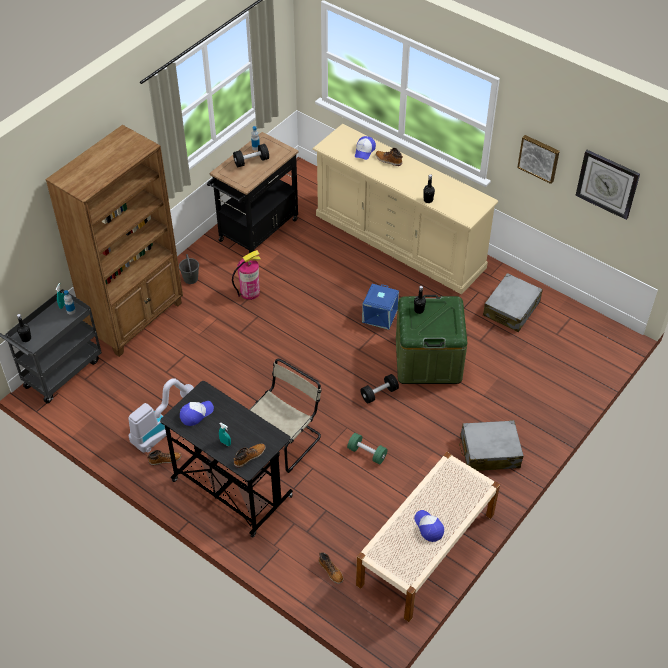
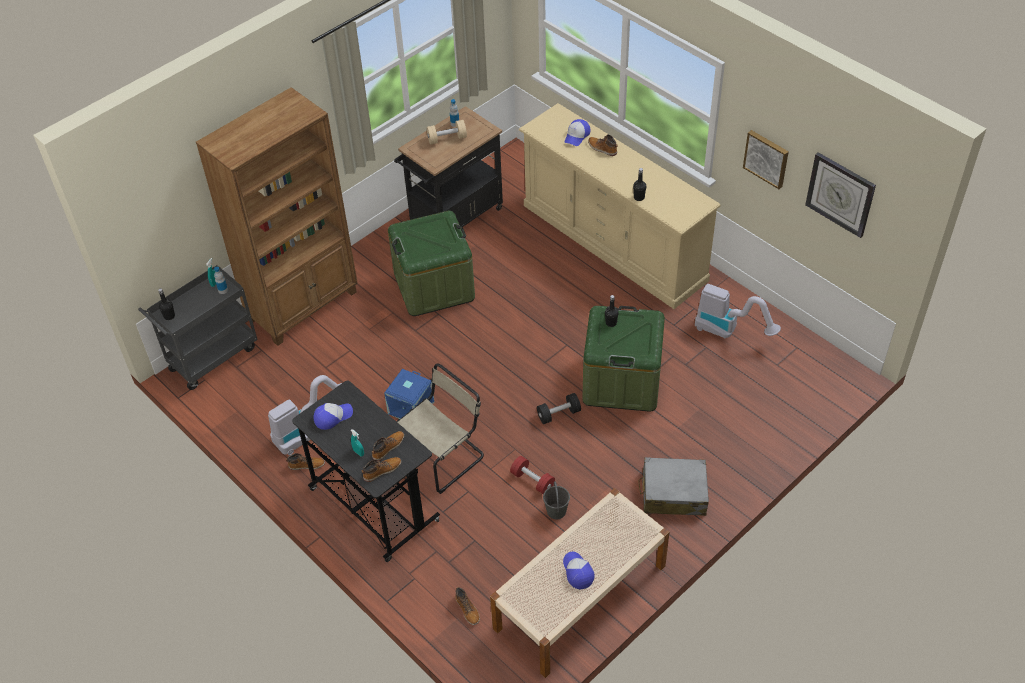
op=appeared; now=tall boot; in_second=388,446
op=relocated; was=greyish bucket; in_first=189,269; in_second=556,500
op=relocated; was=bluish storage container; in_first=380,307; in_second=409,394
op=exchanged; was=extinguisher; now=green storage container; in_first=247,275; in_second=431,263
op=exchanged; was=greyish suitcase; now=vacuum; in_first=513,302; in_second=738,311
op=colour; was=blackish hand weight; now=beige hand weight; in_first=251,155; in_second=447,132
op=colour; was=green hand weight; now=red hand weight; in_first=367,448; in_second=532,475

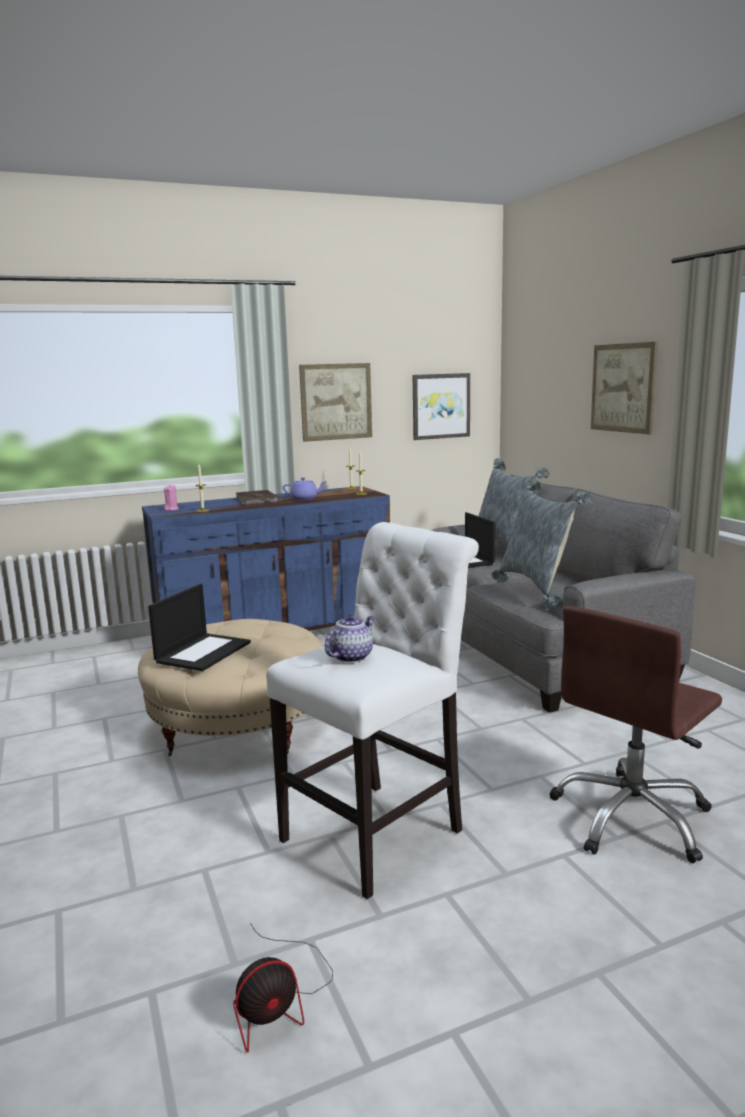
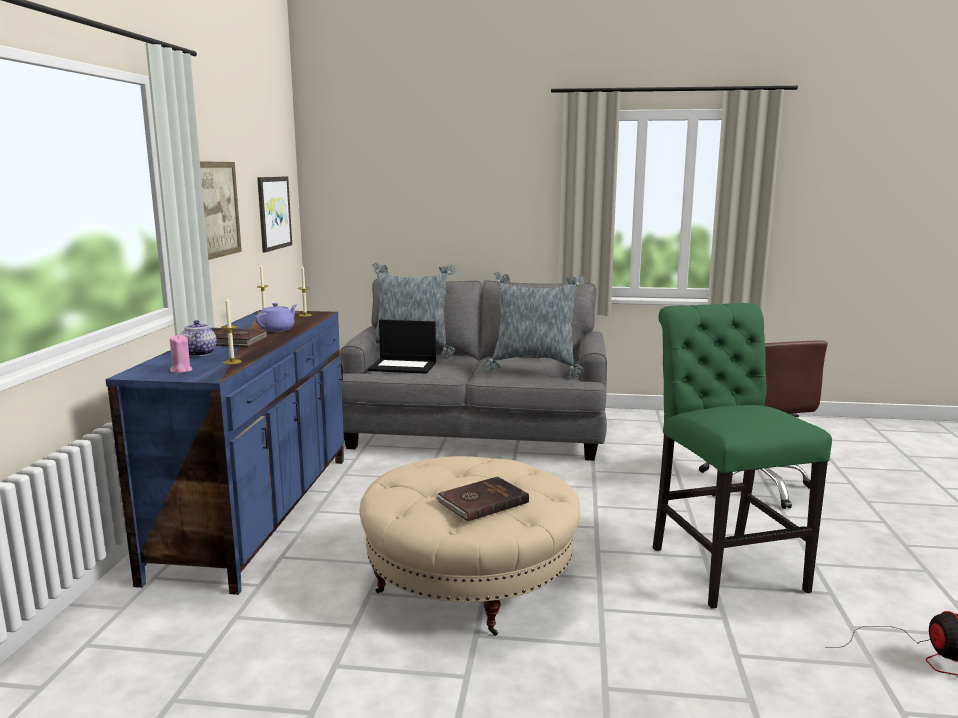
op=missing; was=picture; in_first=624,388
op=relocated; was=tea pot; in_first=349,639; in_second=198,338
op=exchanged; was=portable computer; now=brown-coloured volume; in_first=199,627; in_second=482,498
op=colour; was=white stool; now=green stool; in_first=372,710; in_second=742,456

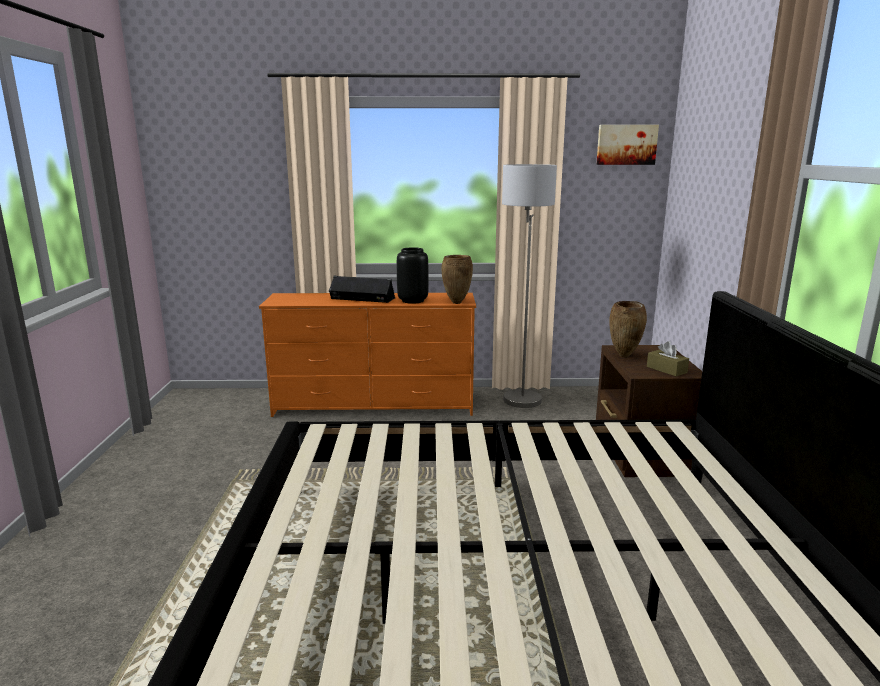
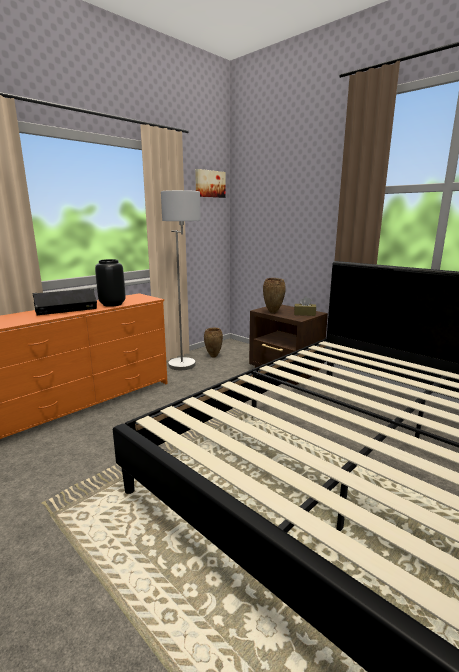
op=relocated; was=brown-coloured decorative vase; in_first=457,279; in_second=213,343

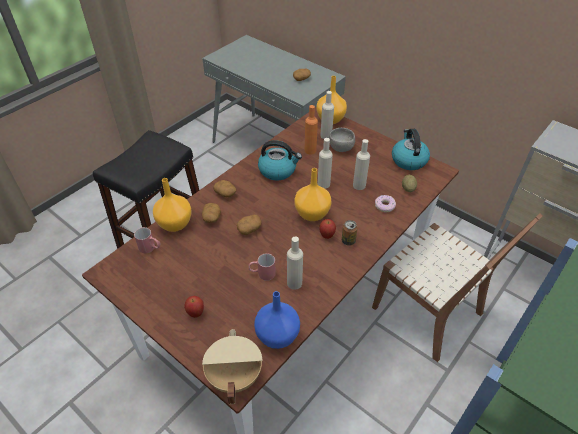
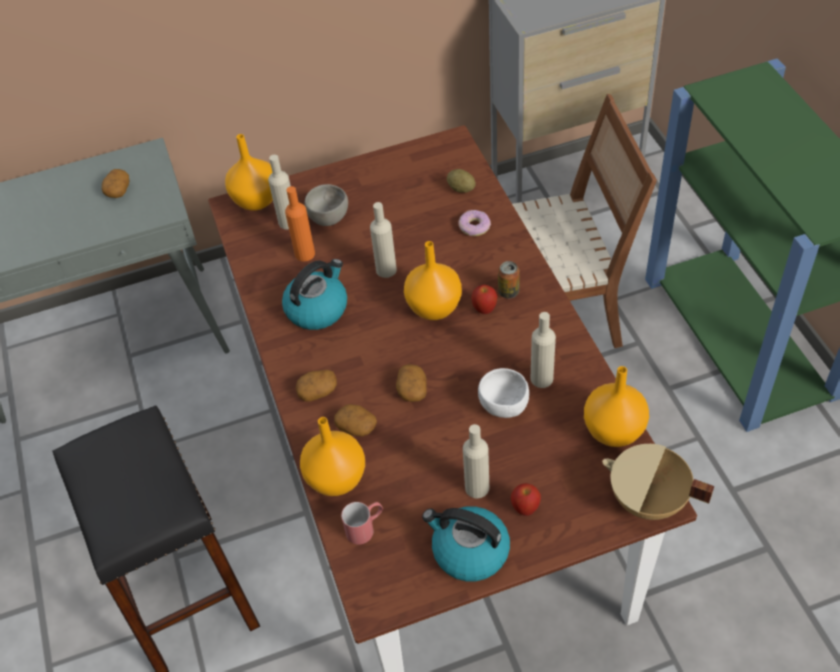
op=relocated; was=beige beverage bottle; in_first=361,164; in_second=476,461
op=relocated; was=kettle; in_first=411,149; in_second=466,543
op=exchanged; was=red tea mug; now=white bowl; in_first=262,267; in_second=503,393
op=colour; was=bluish decorative vase; now=orangey decorative vase; in_first=277,320; in_second=616,406

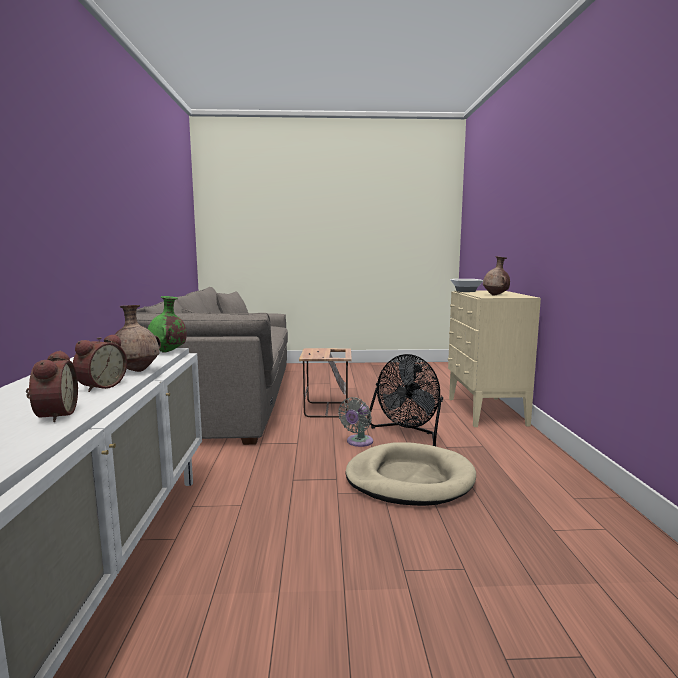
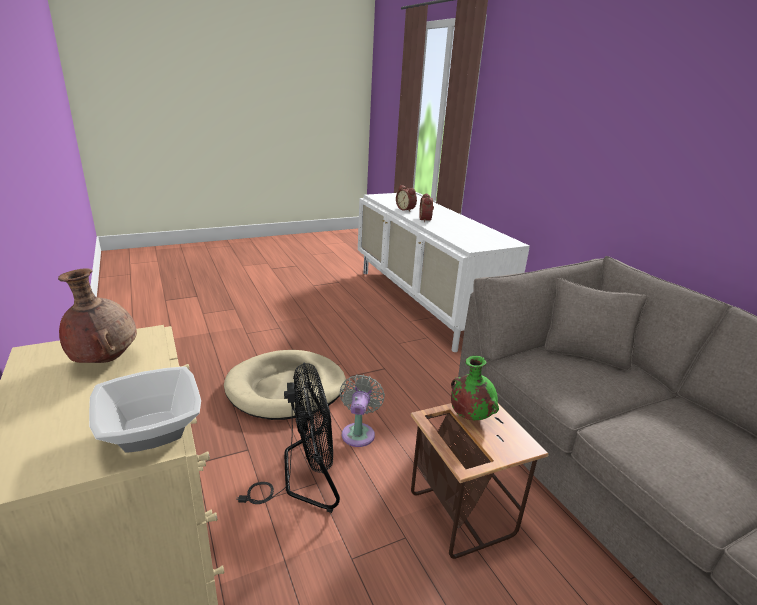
op=missing; was=brown-coloured decorative vase; in_first=138,338
op=relocated; was=green decorative vase; in_first=167,324; in_second=475,388
op=spun; was=blackish cooling fan; in_first=405,400; in_second=288,437; clockwise=60

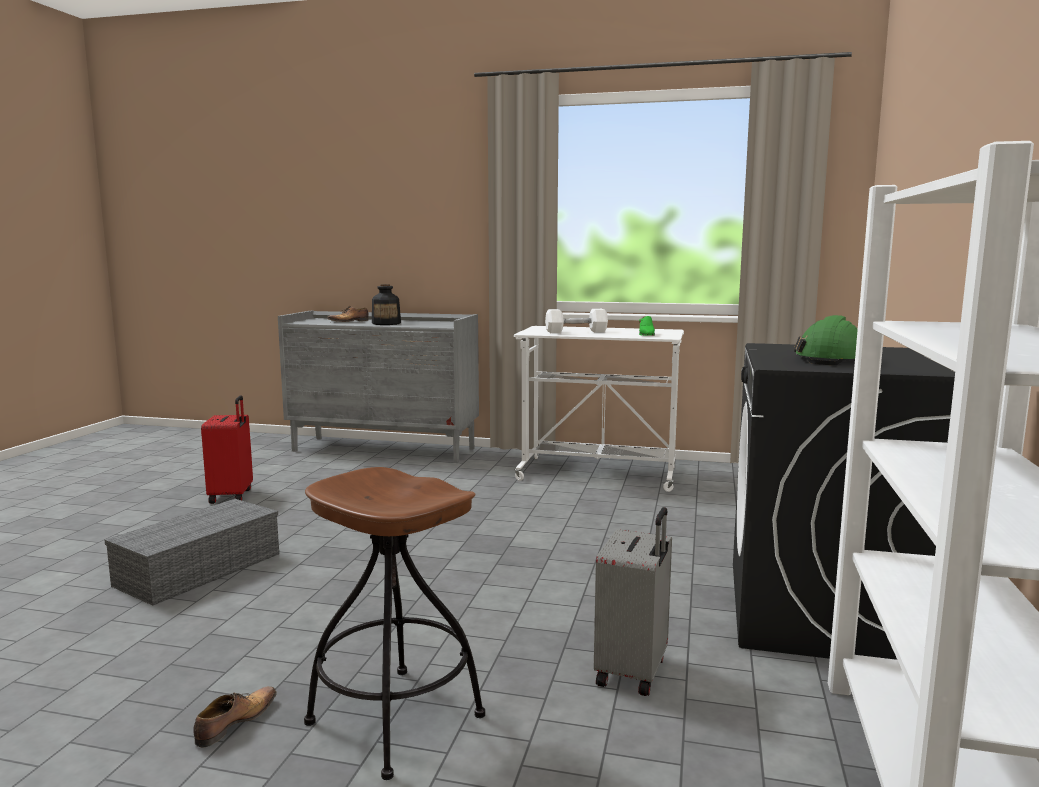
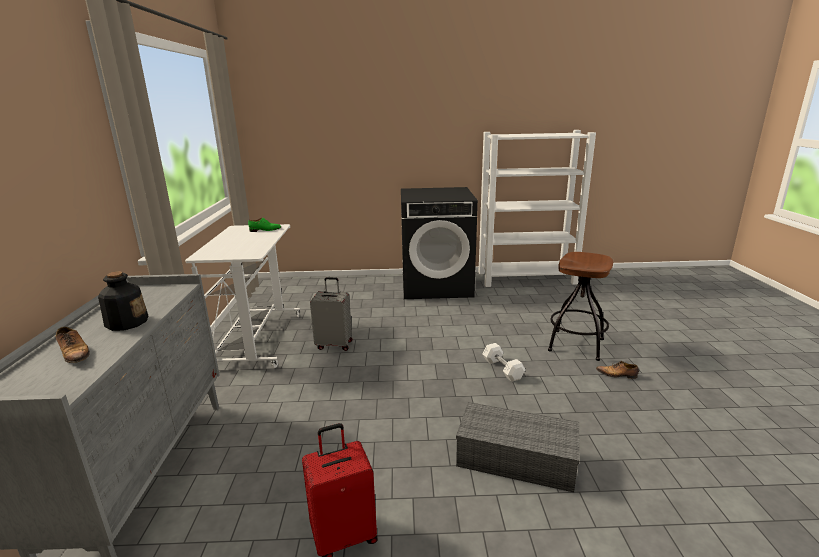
op=missing; was=green hard hat; in_first=826,340
op=relocated; was=white hand weight; in_first=576,321; in_second=504,362
op=relocated; was=greyish suitcase; in_first=633,601; in_second=331,314

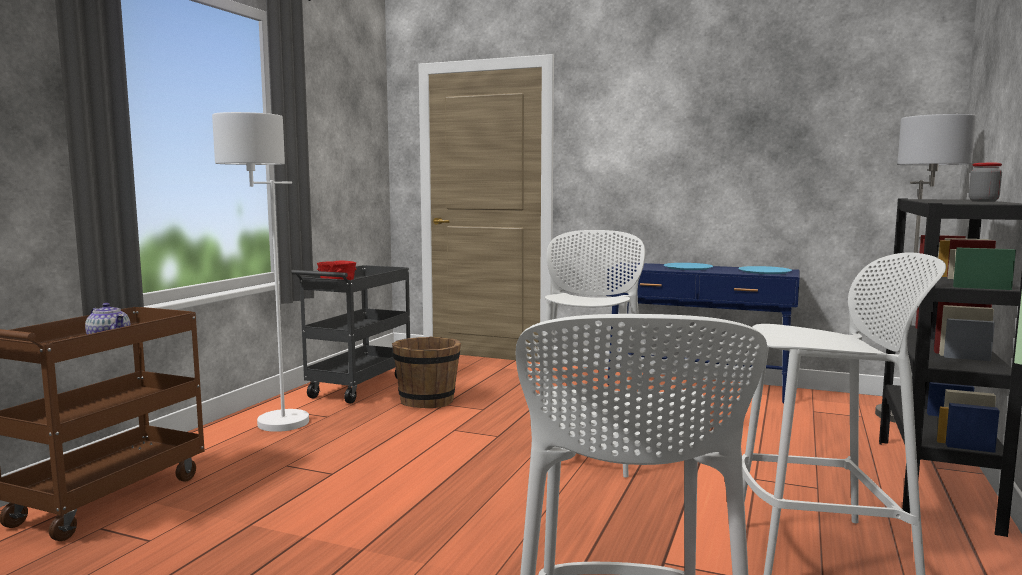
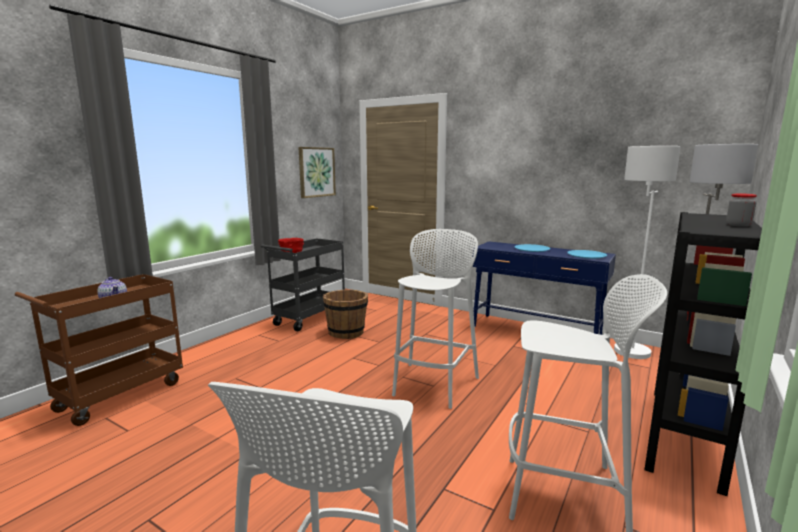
op=appeared; now=picture; in_second=317,172
op=relocated; was=white standard lamp; in_first=260,272; in_second=647,252

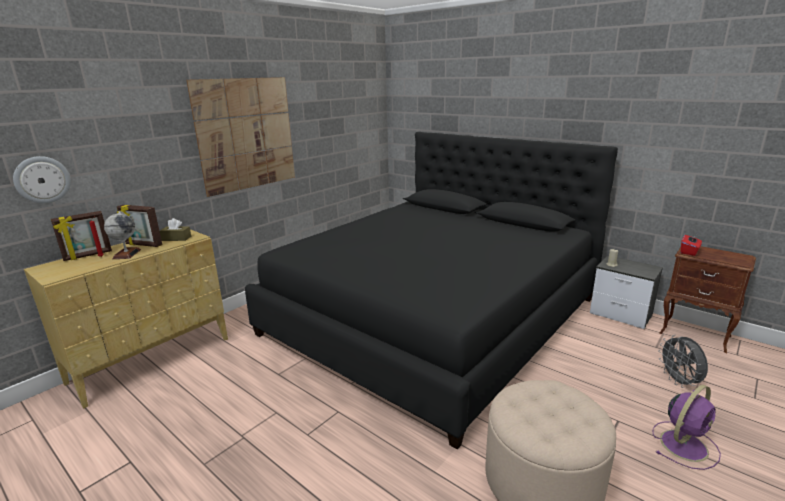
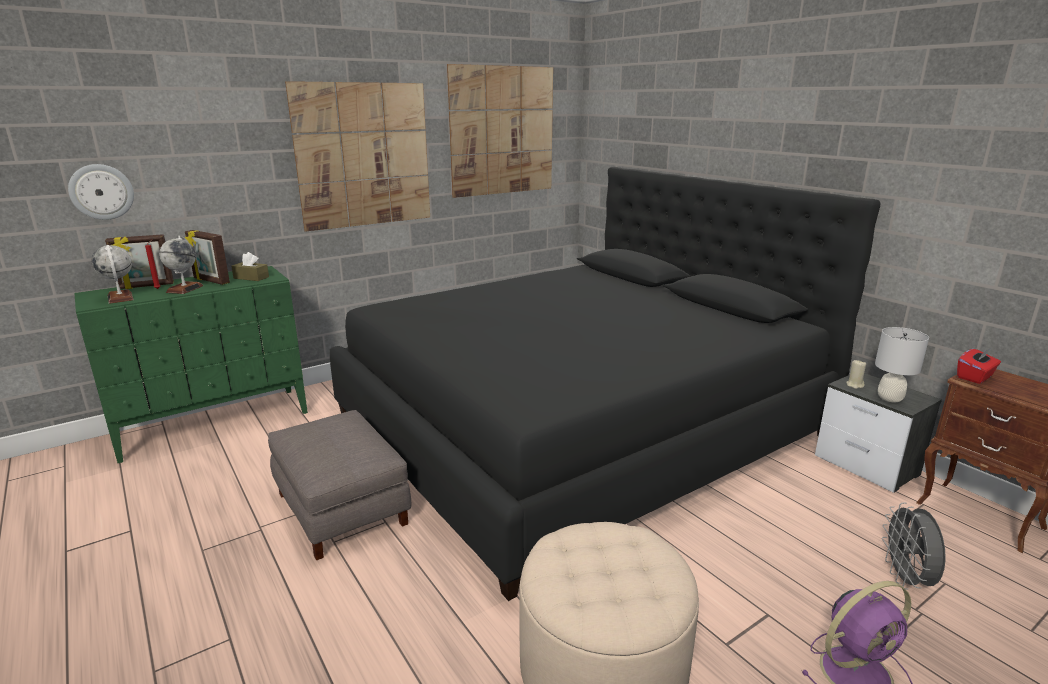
op=appeared; now=world globe; in_second=113,274
op=appeared; now=greyish ottoman; in_second=339,485
op=appeared; now=picture; in_second=500,131
op=appeared; now=greyish table lamp; in_second=902,365
op=colour; was=beige drawer chest; now=green drawer chest; in_first=126,318; in_second=191,364

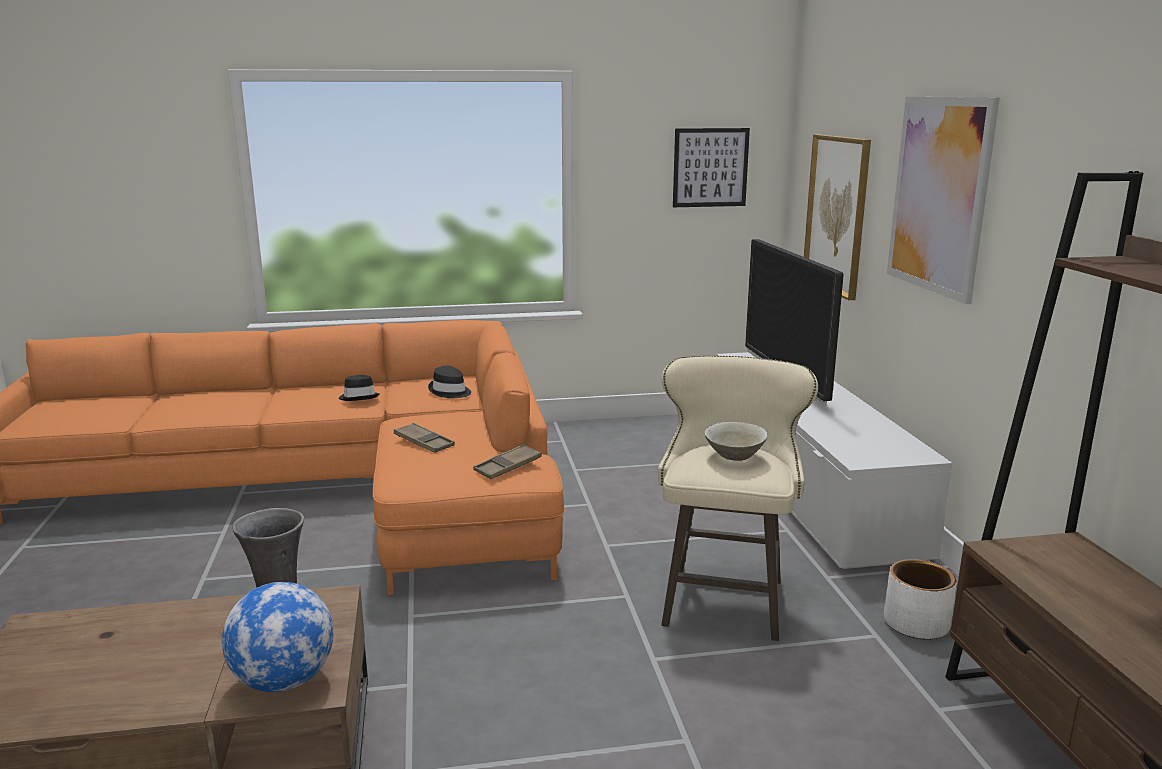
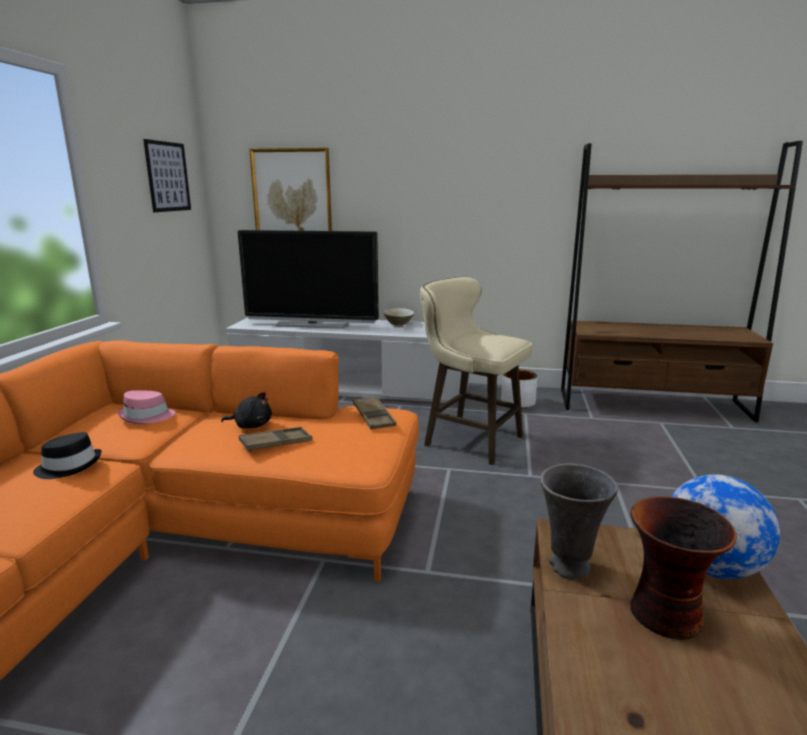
op=missing; was=picture; in_first=943,200
op=appeared; now=blackish cuddly toy; in_second=246,410
op=appeared; now=decorative vase; in_second=683,568
op=relocated; was=beige bowl; in_first=736,441; in_second=398,316
op=colour; was=blackish clothing hat; now=pink-coloured clothing hat; in_first=449,382; in_second=147,407

